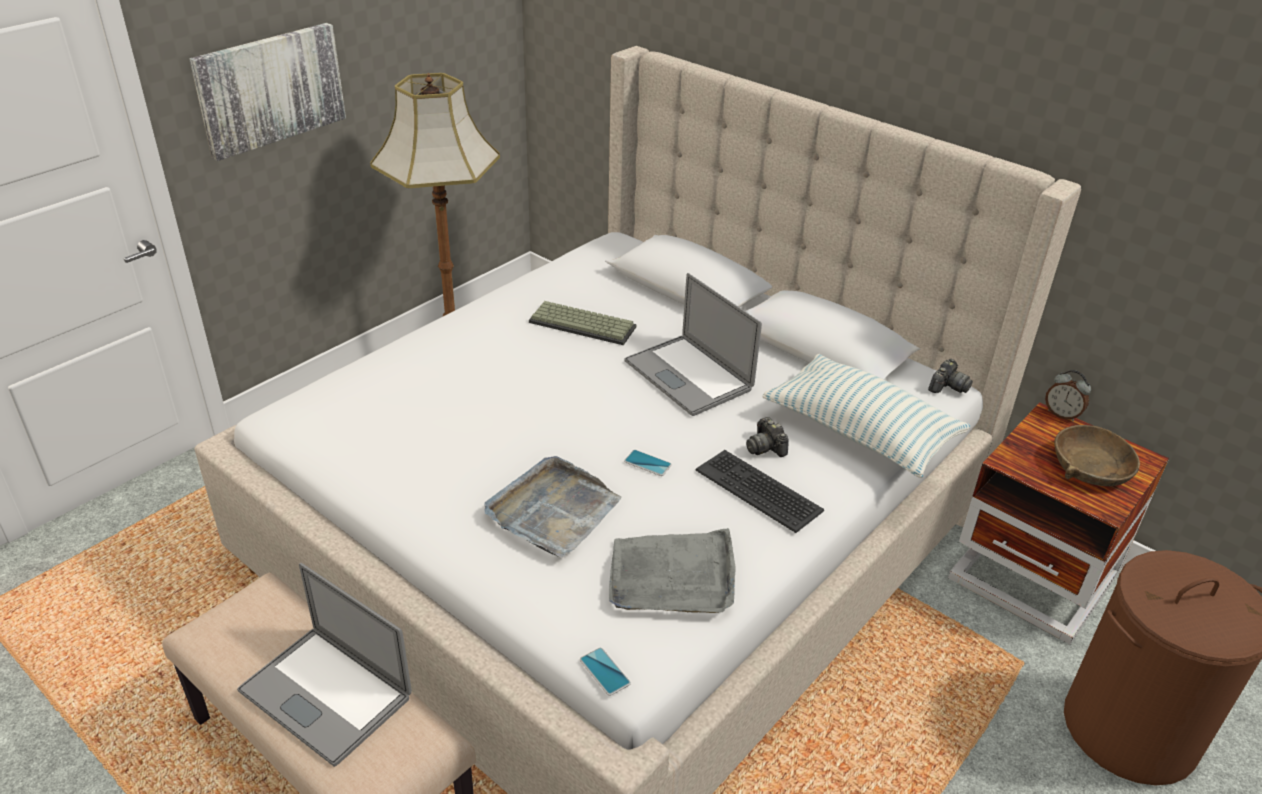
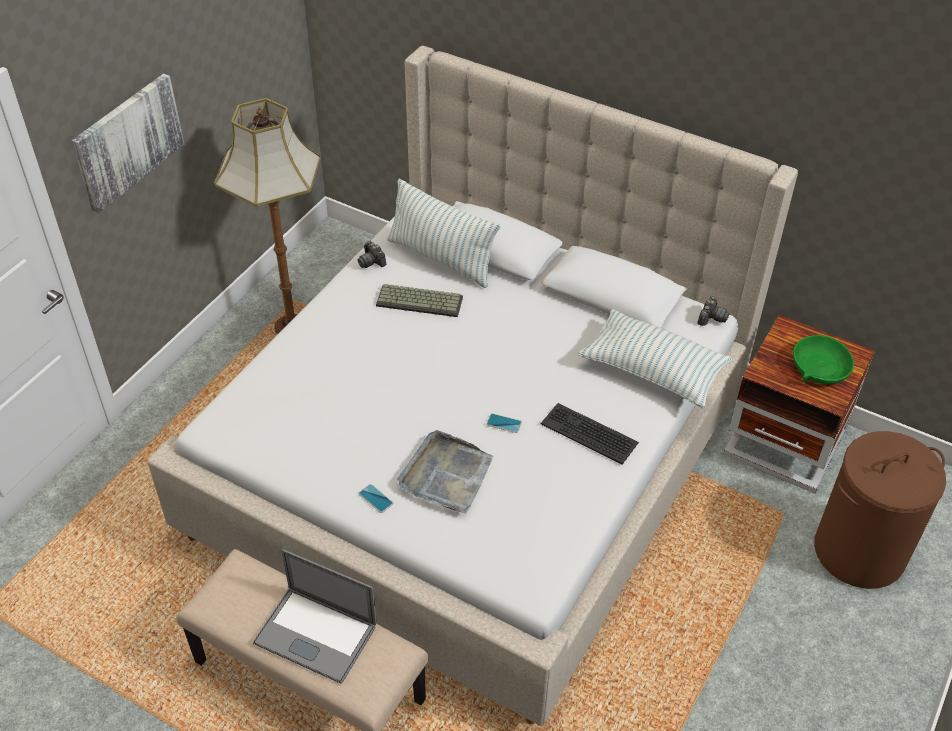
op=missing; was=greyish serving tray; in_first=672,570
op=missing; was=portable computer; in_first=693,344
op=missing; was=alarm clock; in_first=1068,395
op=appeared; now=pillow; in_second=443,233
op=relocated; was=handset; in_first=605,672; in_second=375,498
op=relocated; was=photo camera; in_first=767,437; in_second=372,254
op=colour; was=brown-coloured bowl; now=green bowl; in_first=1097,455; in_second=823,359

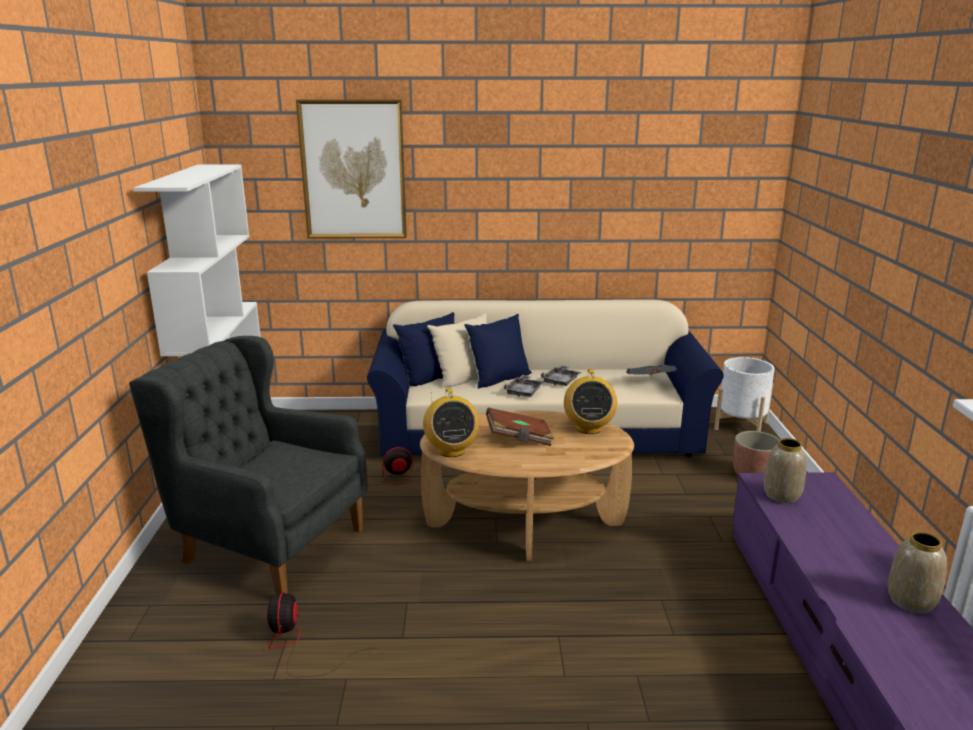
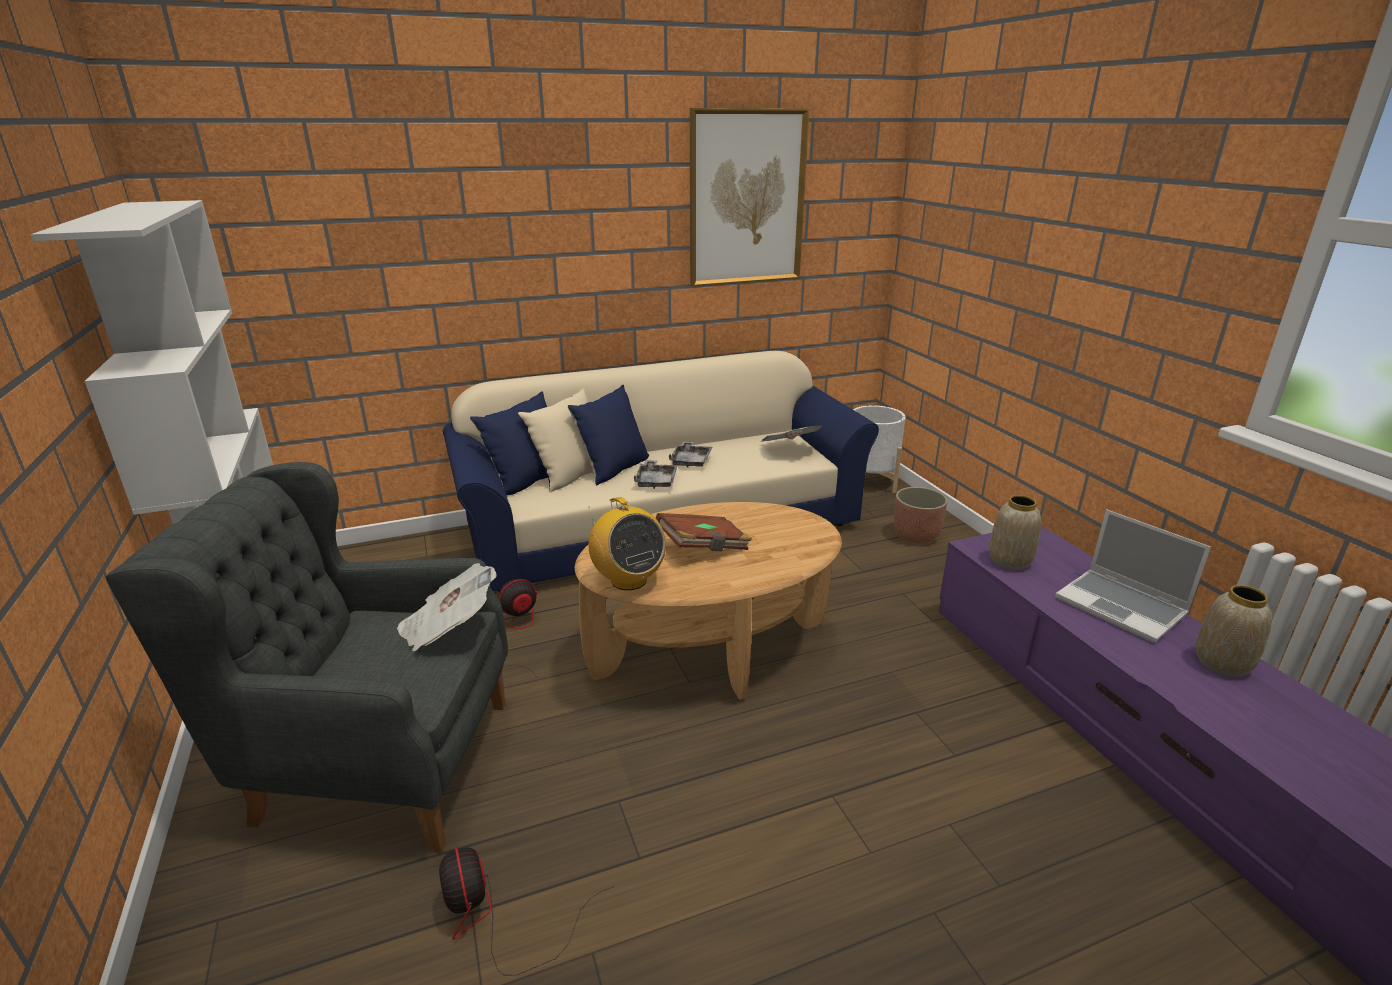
op=missing; was=radio receiver; in_first=590,401
op=appeared; now=printed paper; in_second=446,607
op=appeared; now=portable computer; in_second=1133,576
op=relocated; was=picture; in_first=351,169; in_second=750,197

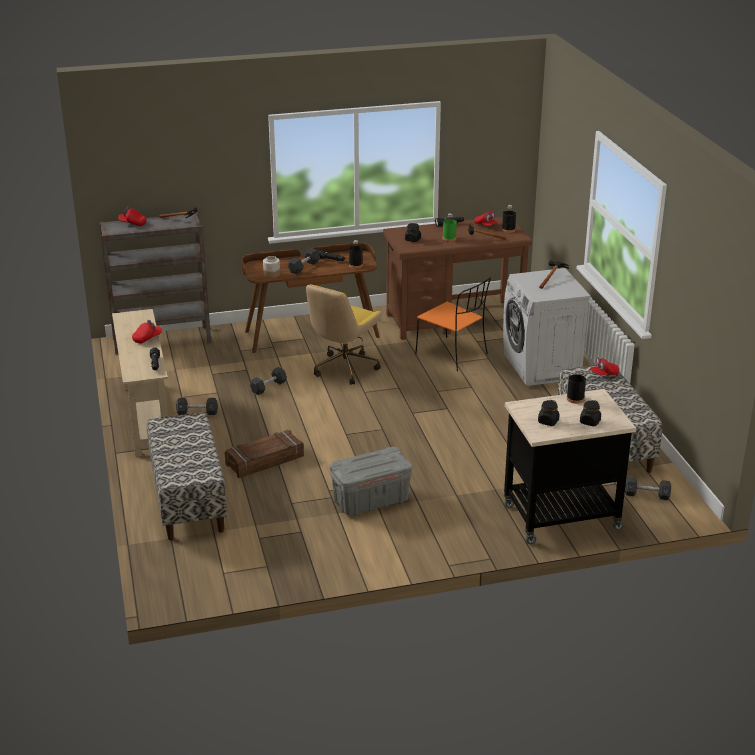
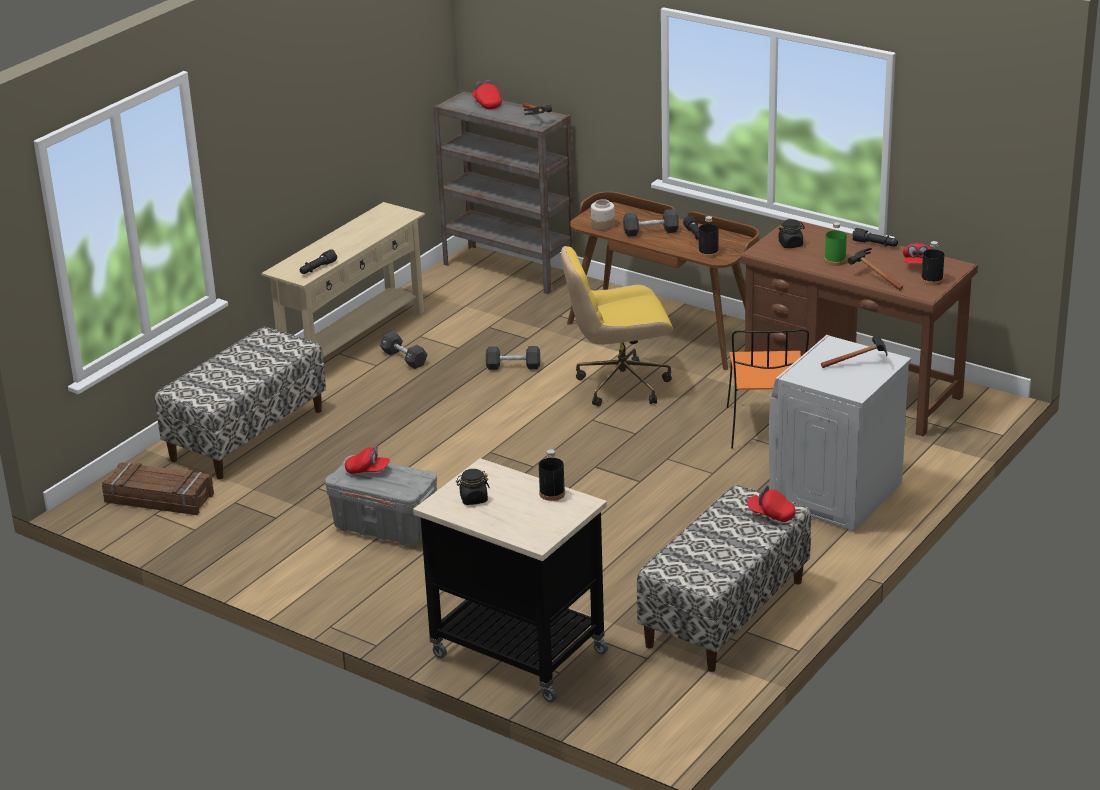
op=missing; was=blackish preserve jar; in_first=590,413
op=missing; was=blackish hand weight; in_first=648,488
op=relocated; was=red cap; in_first=147,332; in_second=367,459
op=relocated; was=crate; in_first=264,454; in_second=158,488

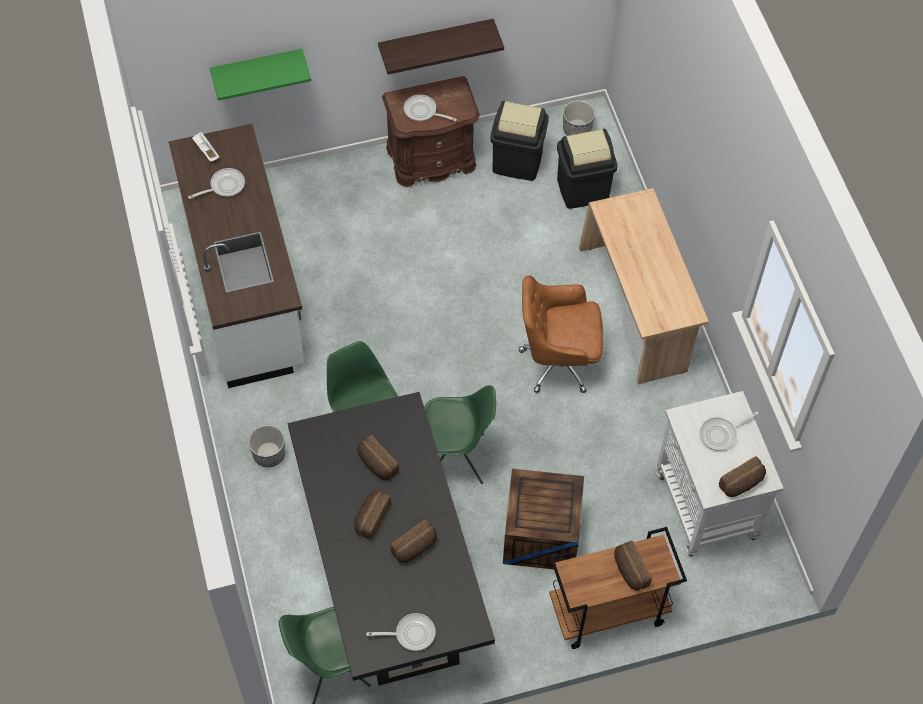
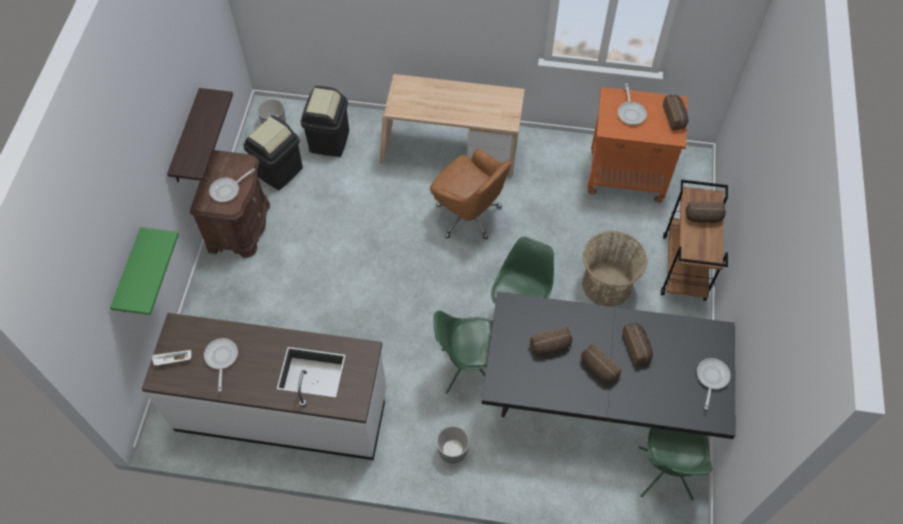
op=exchanged; was=crate; now=household basket; in_first=543,519; in_second=614,269
op=colour; was=white trolley; now=orangey trolley; in_first=719,474; in_second=637,145
op=spun; was=brown-coloured office chair; in_first=561,334; in_second=470,194; clockwise=-75

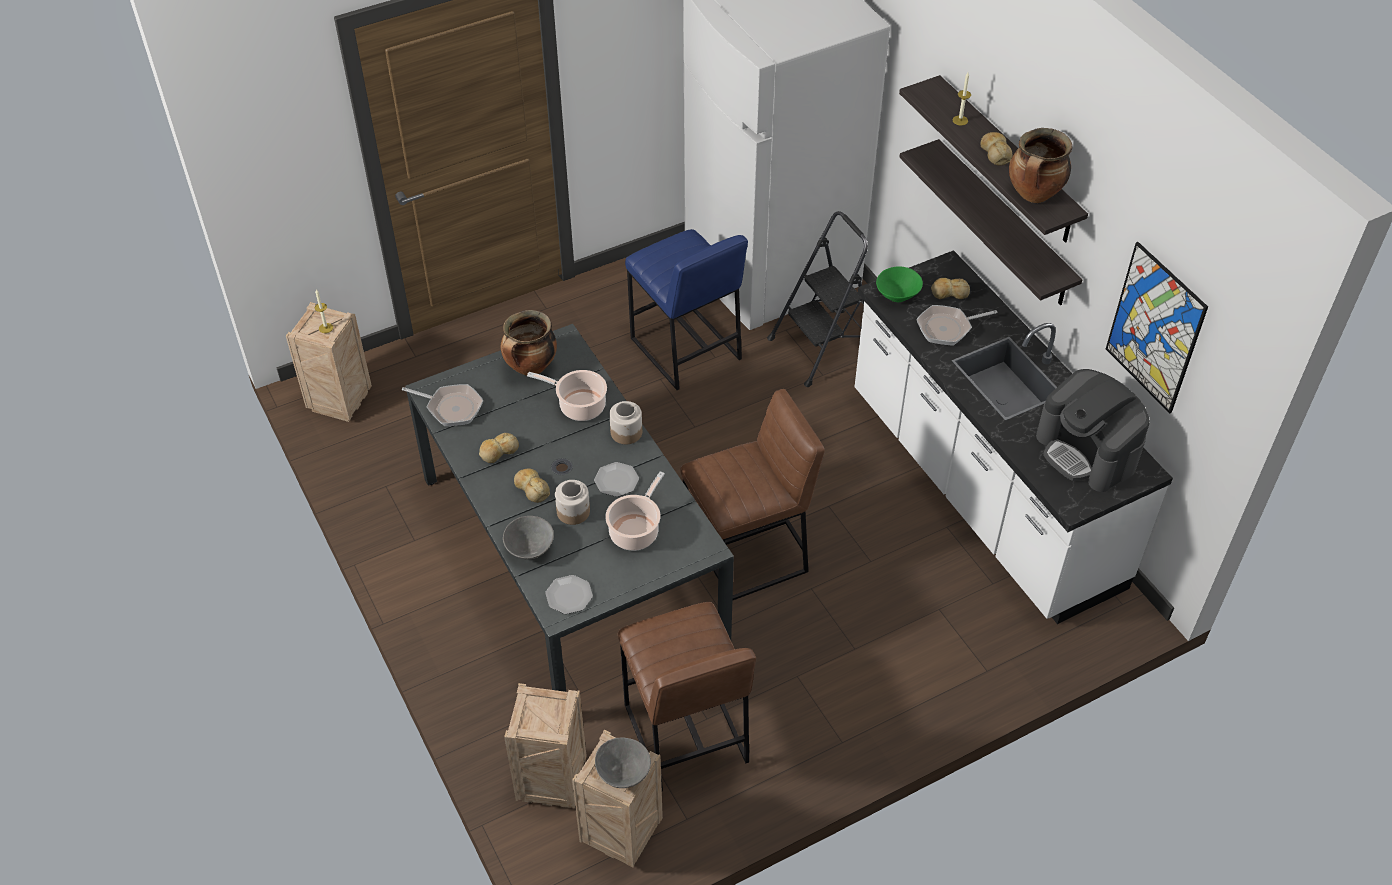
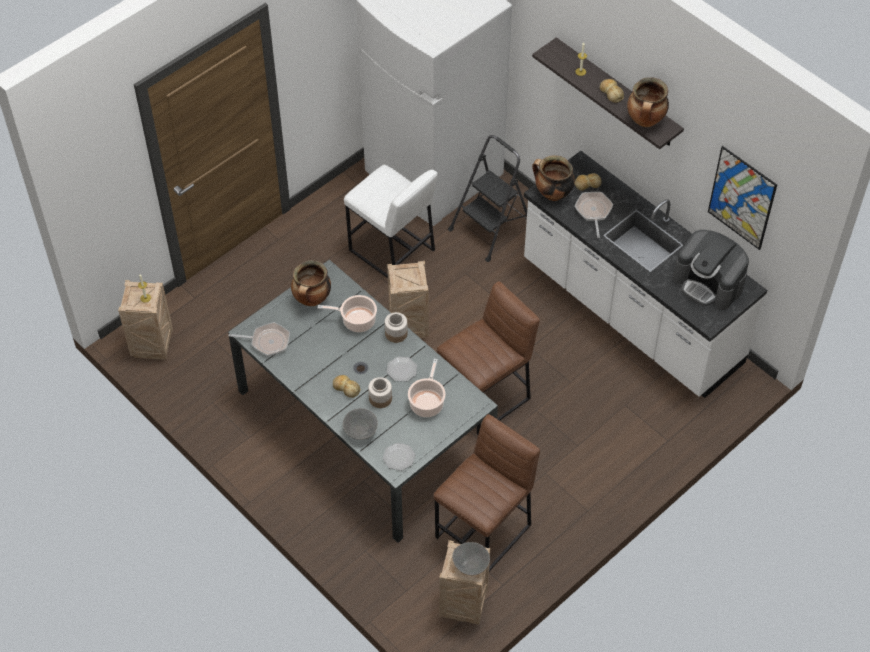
op=missing; was=bread; in_first=499,448
op=missing; was=wall shelf; in_first=991,222
op=relocated; was=crate; in_first=545,745; in_second=408,299
op=exchanged; was=green bowl; now=cooking pot; in_first=899,284; in_second=553,178
op=colour; was=bluish upright chair; now=white upright chair; in_first=686,309; in_second=391,221
op=spun; was=brown-coloured upright chair; in_first=687,696; in_second=486,492; clockwise=-105
op=spun; was=skillet; in_first=957,325; in_second=594,215; clockwise=120

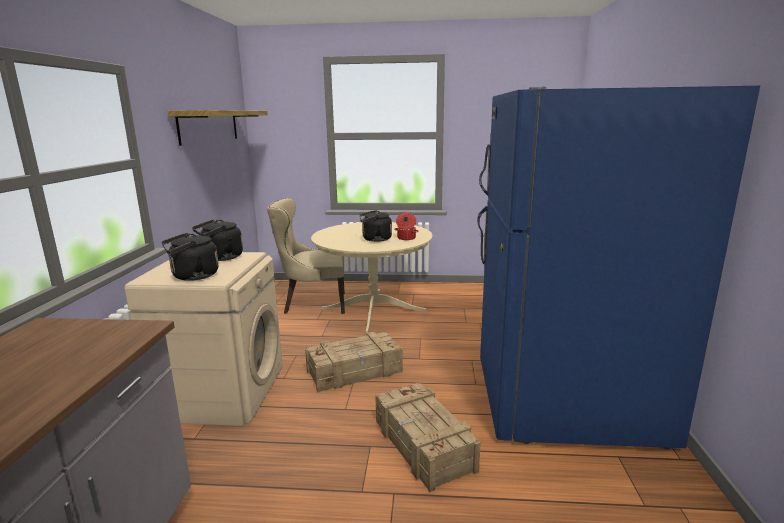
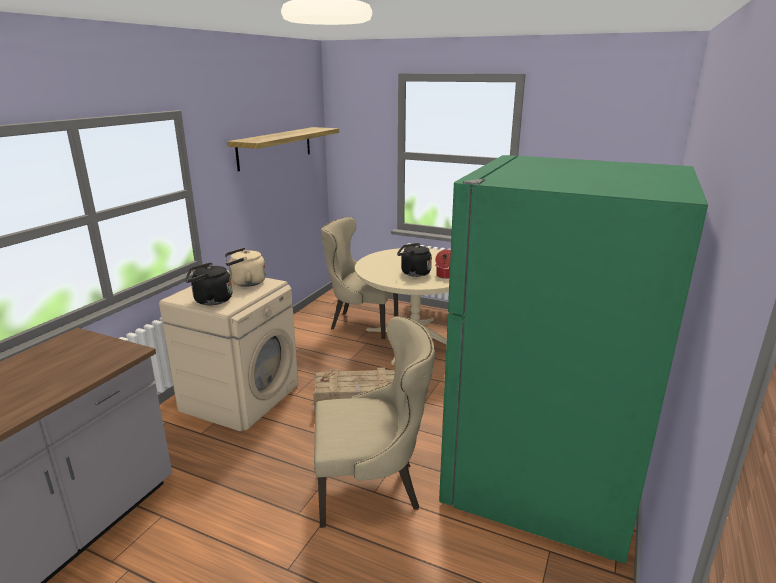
op=exchanged; was=crate; now=beige upright chair; in_first=428,437; in_second=374,422
op=colour; was=blackish kettle; now=beige kettle; in_first=217,240; in_second=245,267
op=colour; was=bluish fridge; now=green fridge; in_first=618,268; in_second=573,359

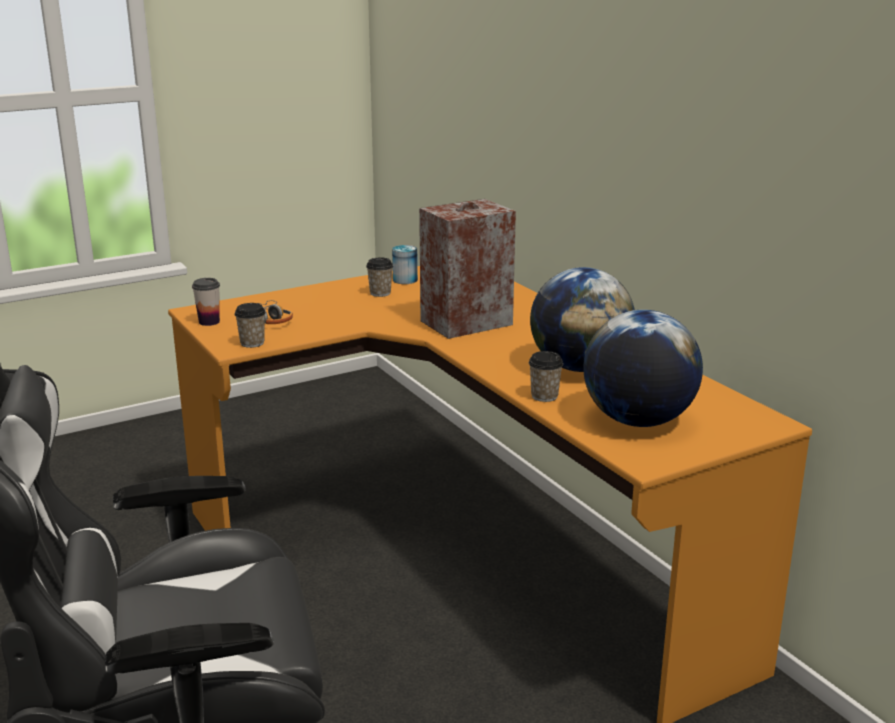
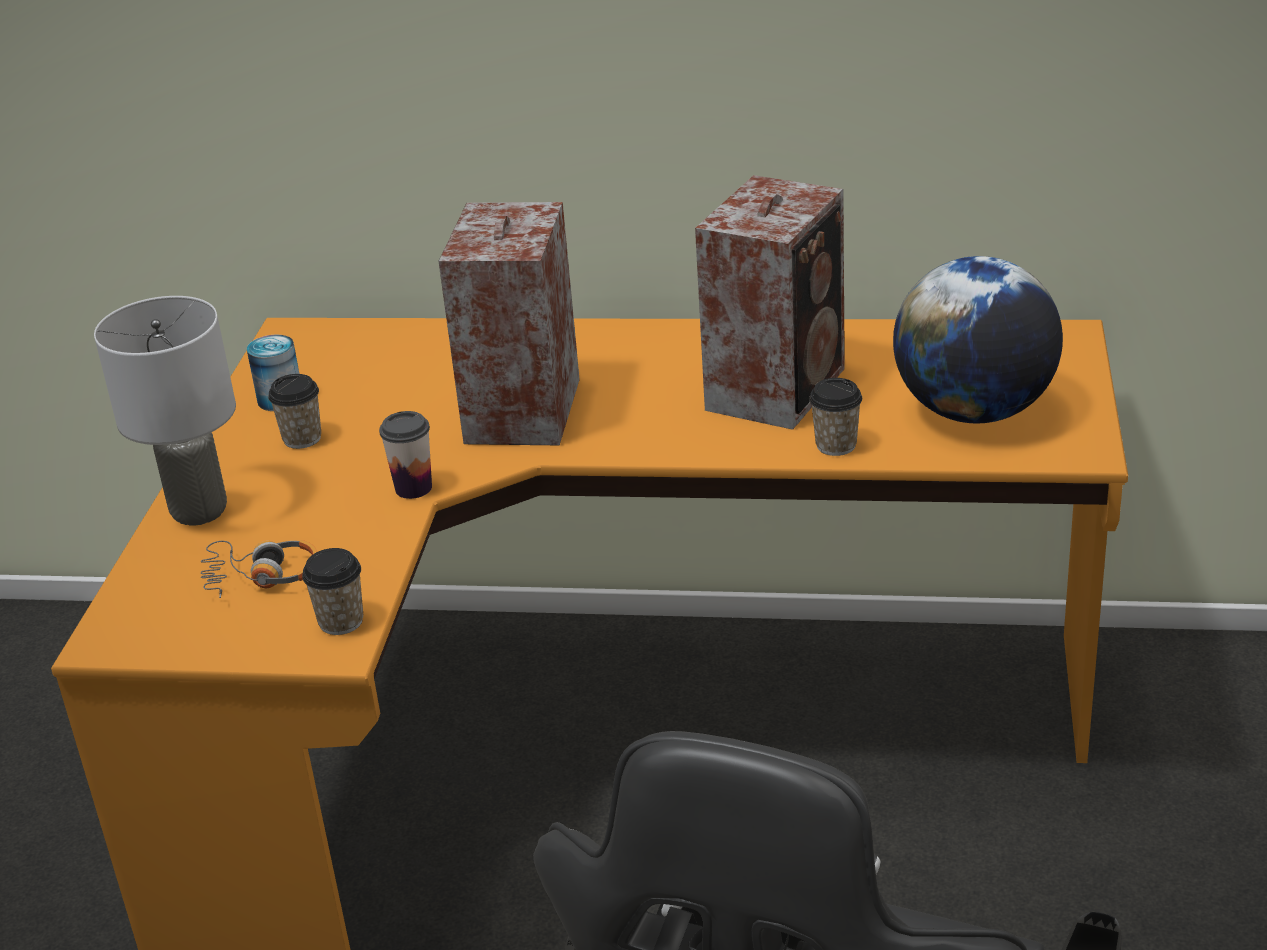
op=appeared; now=white table lamp; in_second=165,411
op=relocated; was=small cup; in_first=206,302; in_second=405,455
op=exchanged; was=world globe; now=speaker; in_first=582,319; in_second=770,302

